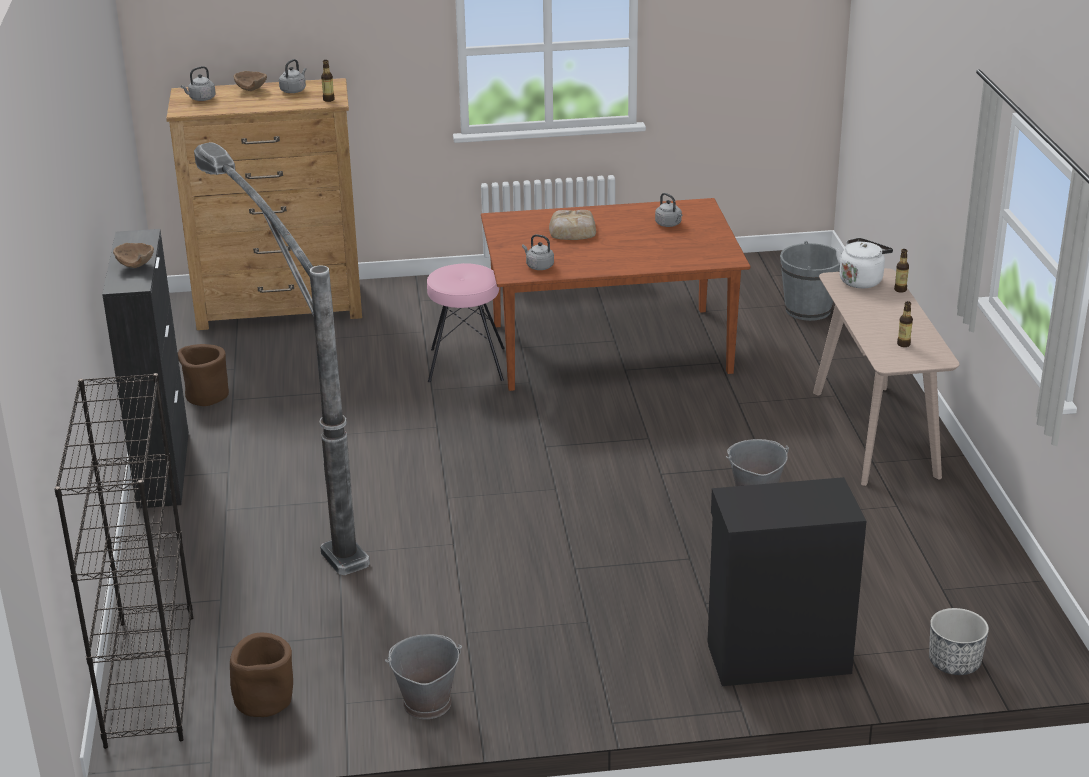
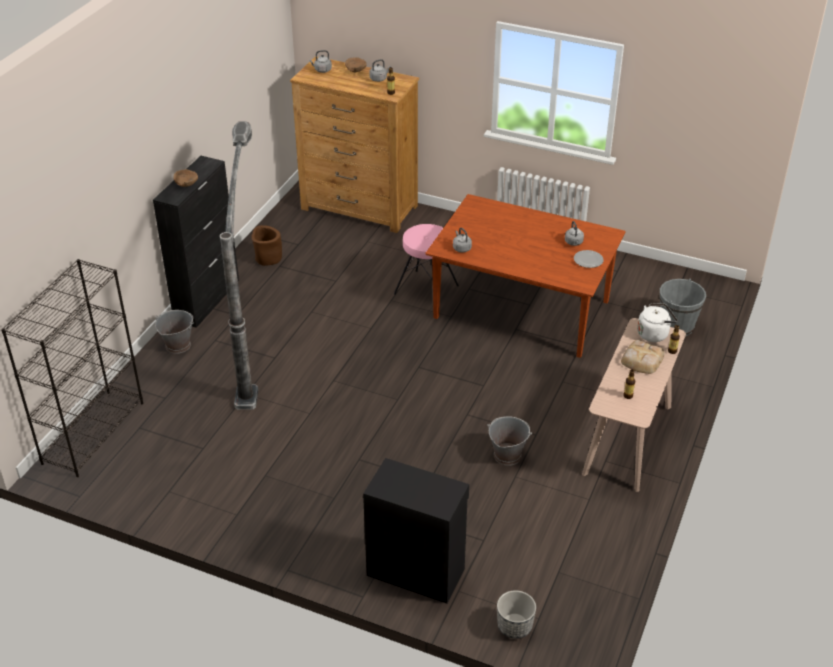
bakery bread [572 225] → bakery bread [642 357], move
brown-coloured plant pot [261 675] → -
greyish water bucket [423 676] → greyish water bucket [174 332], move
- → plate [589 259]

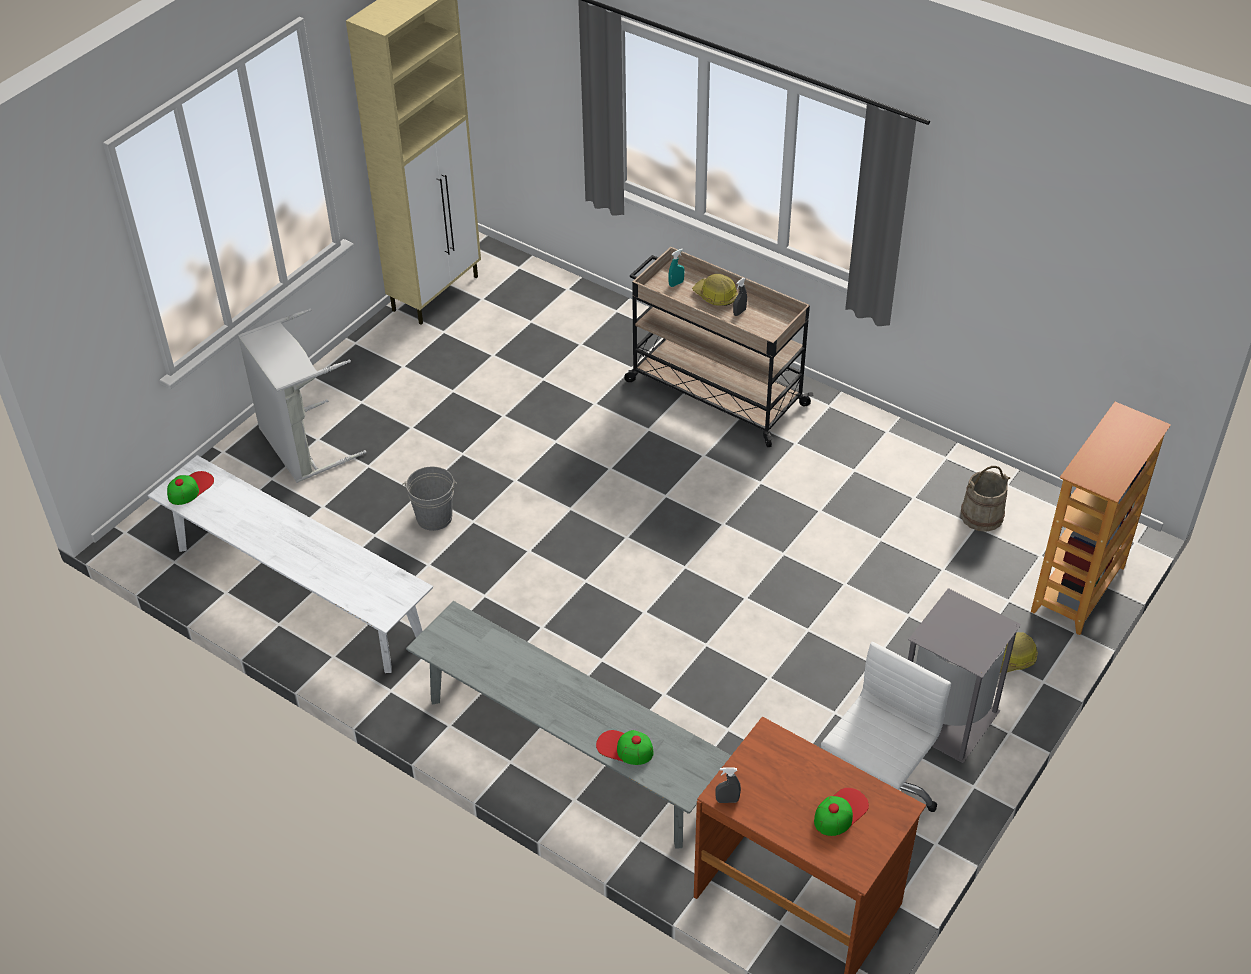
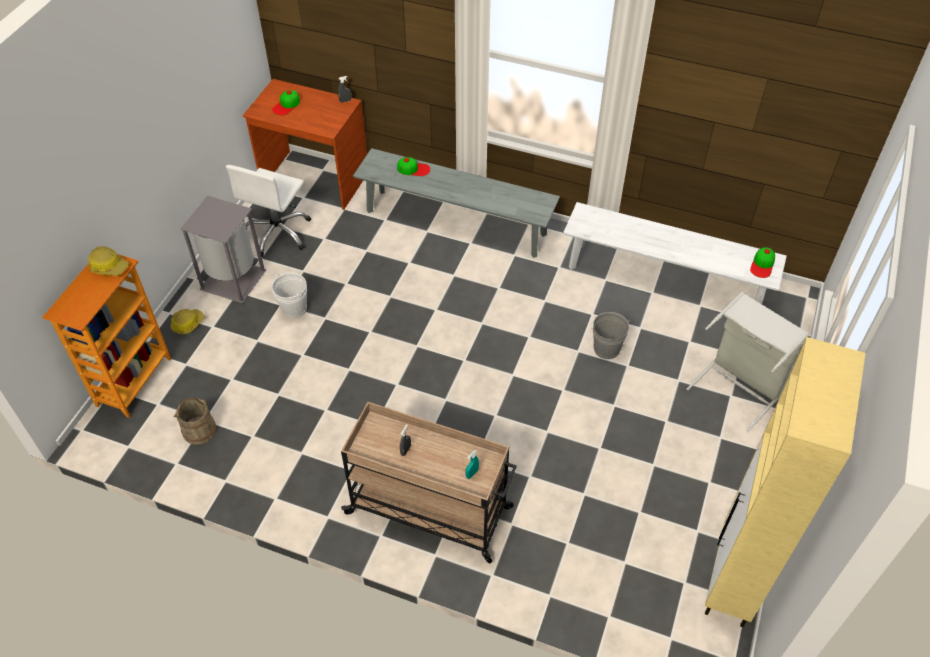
work helmet [715 290] → work helmet [108 261], move
- → white water bucket [289 295]

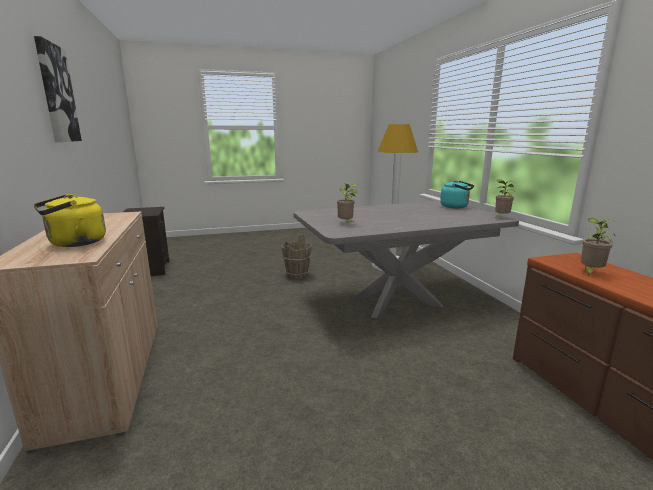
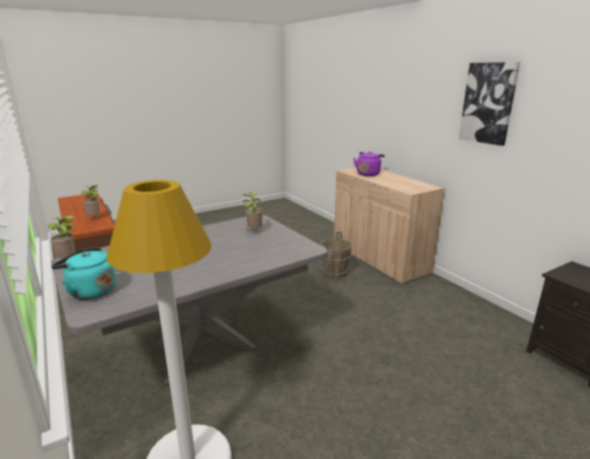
yellow-coloured kettle [70 220] → purple kettle [369 164]
brown-coloured water bucket [297 257] → brown-coloured water bucket [336 254], move

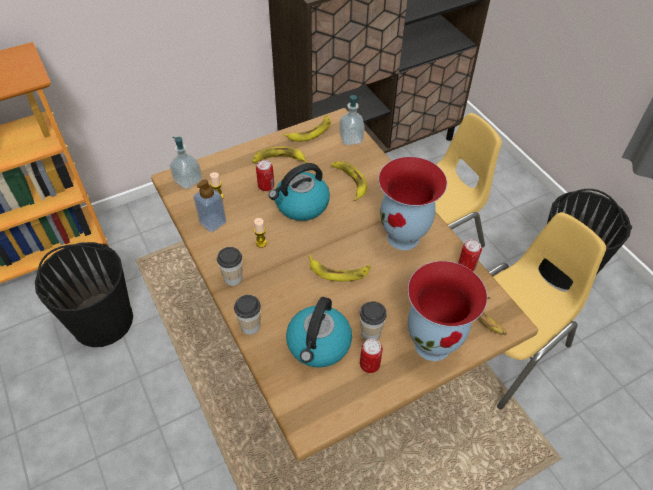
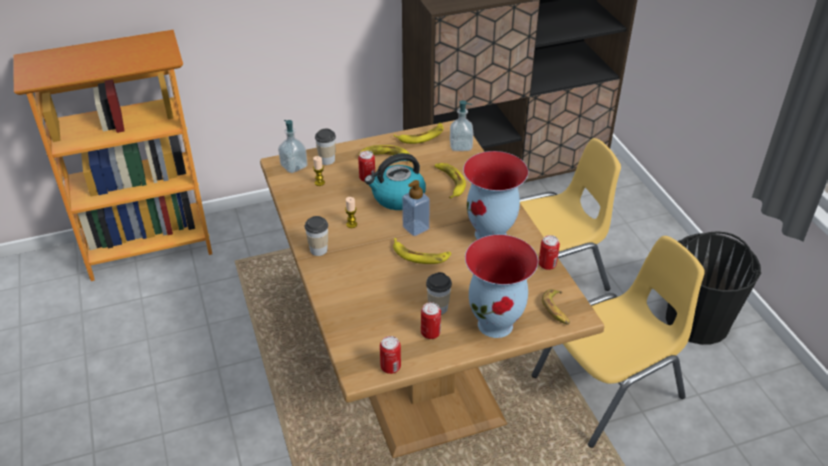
soap bottle [209 205] → soap bottle [416 208], move
black-coloured water bucket [84 294] → -
small cup [247 315] → small cup [325 147], move
kettle [319 332] → -
- → metal can [390 355]

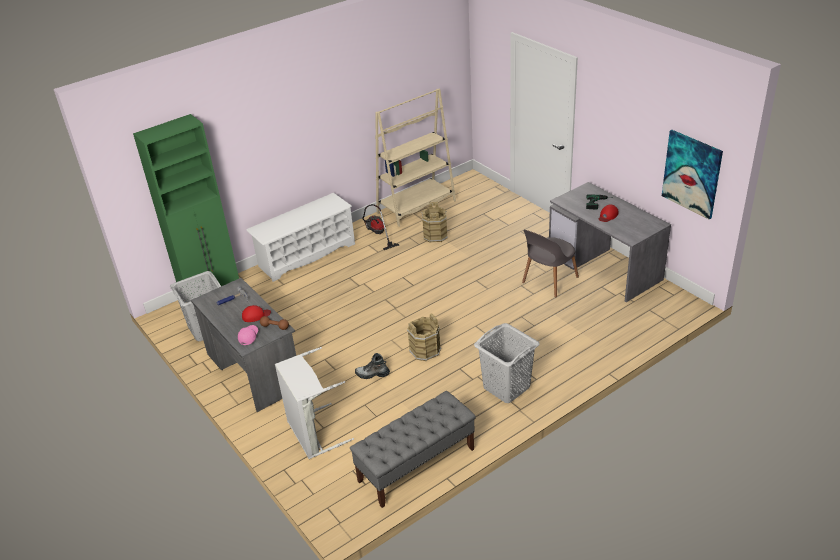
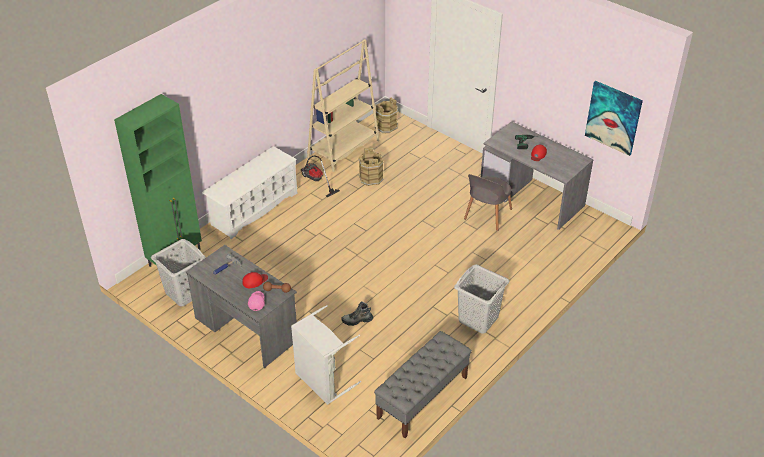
brown-coloured water bucket [424 337] → brown-coloured water bucket [386 116], move

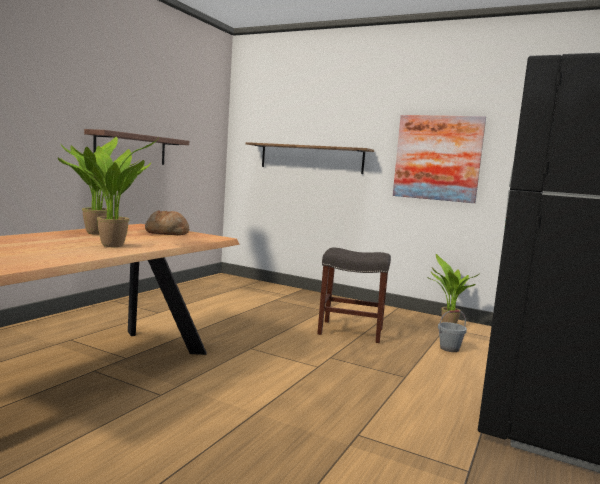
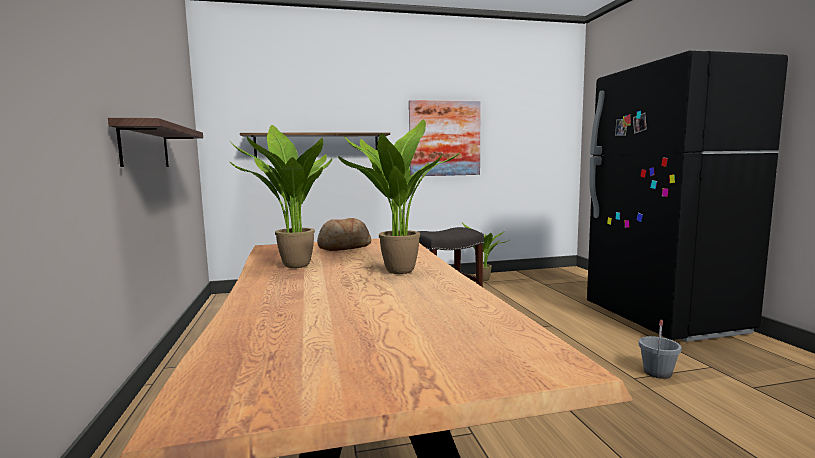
greyish water bucket [452 331] → greyish water bucket [660 349], move

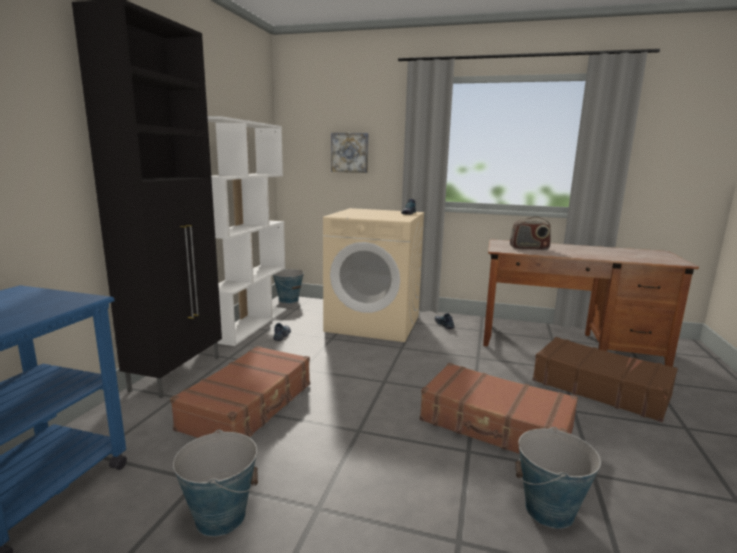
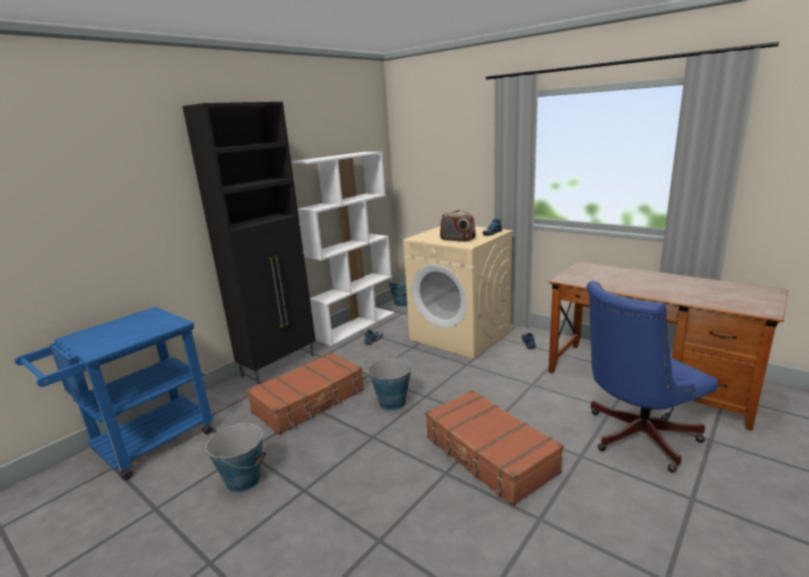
wall art [350 153] → -
radio set [530 233] → radio set [458 226], move
brown-coloured piece of luggage [605 379] → bluish desk chair [652 377]
water bucket [558 478] → water bucket [389 384], move

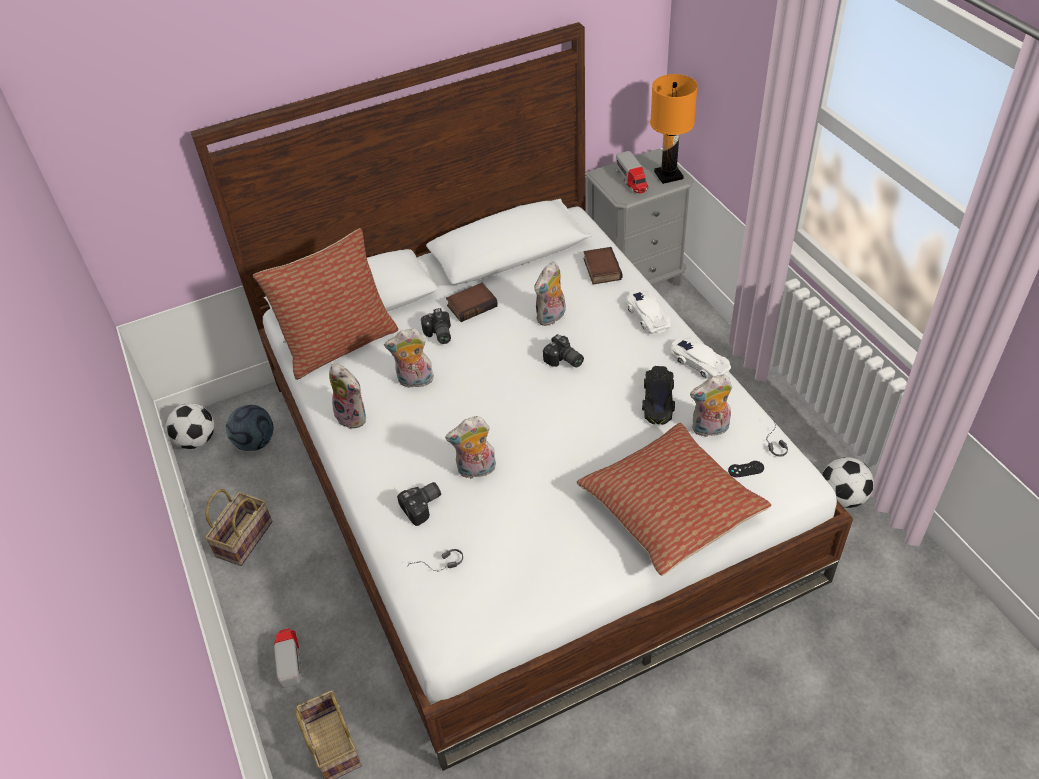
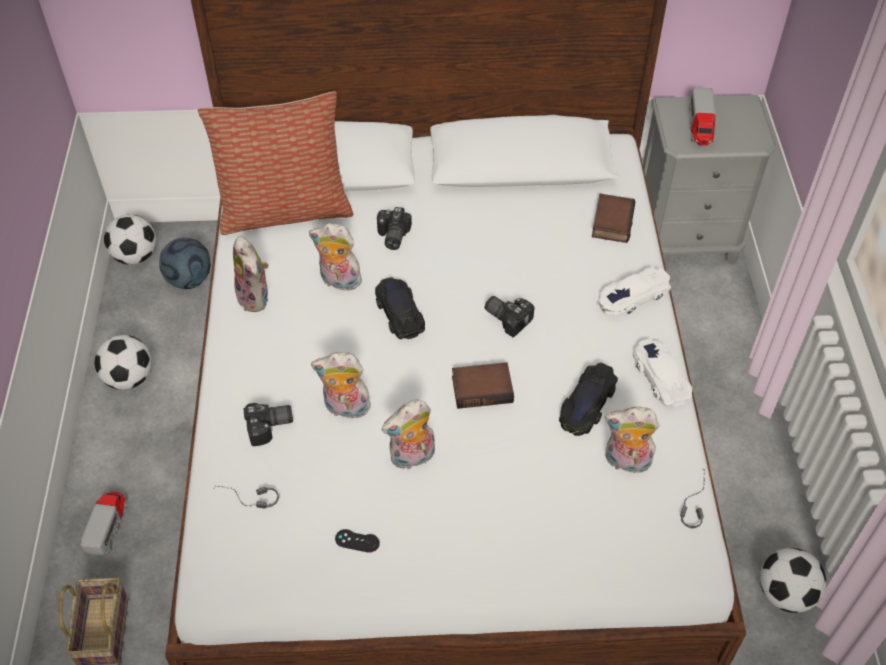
orange lamp for a table [674 129] → -
soft toy [550 294] → soft toy [408 434], move
bound book [472 302] → bound book [483 385], move
white toy car [648 312] → white toy car [634 292], 120 degrees counterclockwise
still camera [563 351] → still camera [510 317], 150 degrees clockwise
pillow [673 499] → -
black-coloured game controller [746 469] → black-coloured game controller [357 541], move
basket [238 527] → football [123 362]
- → black-coloured toy car [400 308]

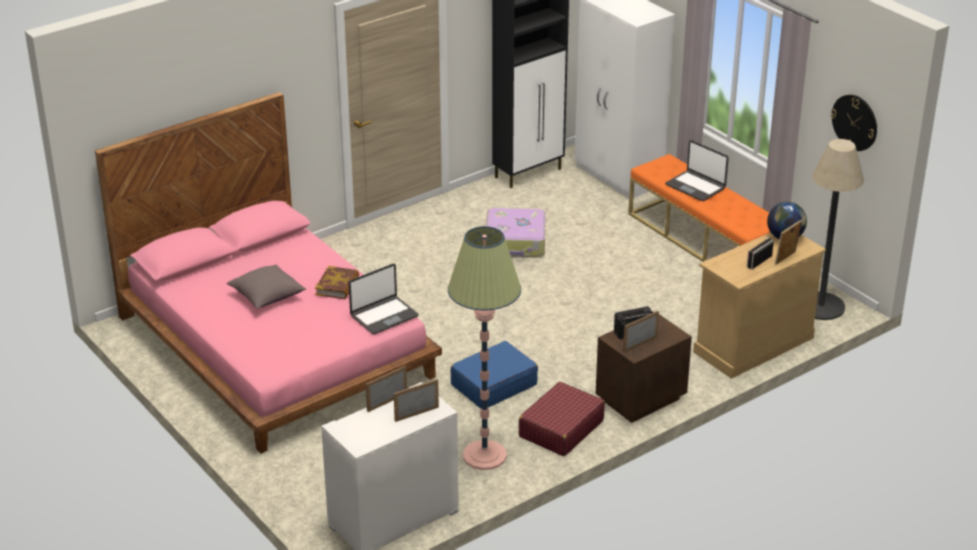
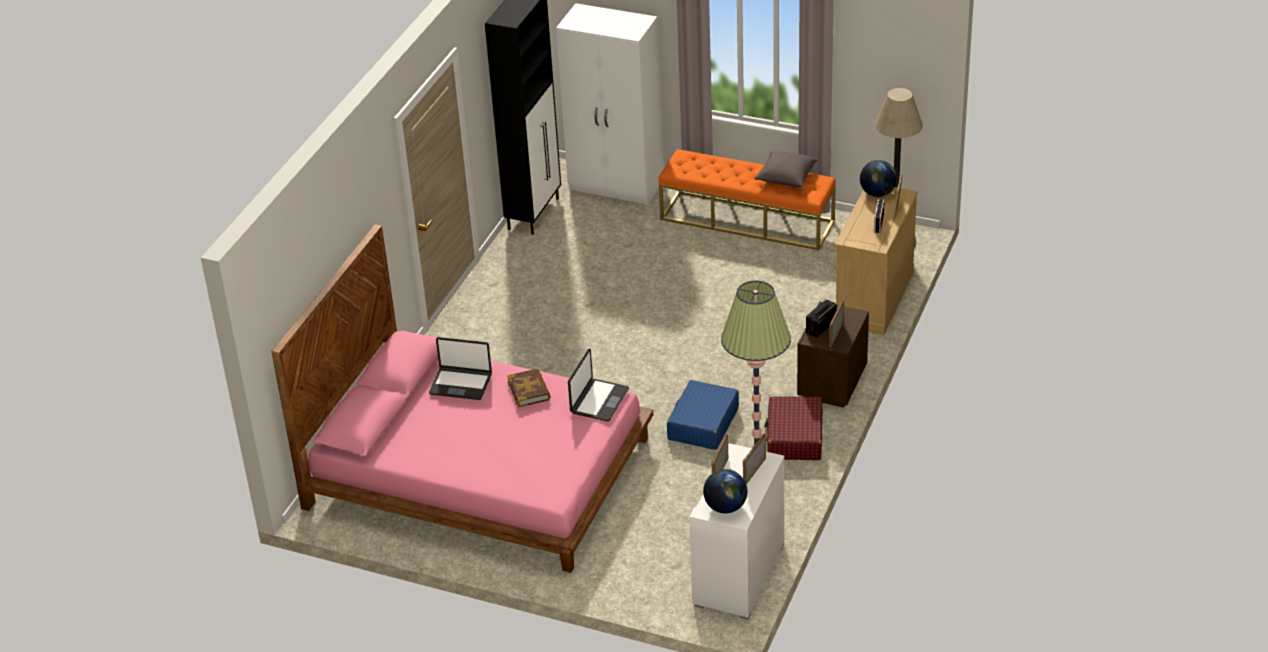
wall clock [854 122] → -
laptop [697 170] → laptop [460 368], move
piece of luggage [516 232] → -
greyish pillow [266 286] → greyish pillow [786 169], move
- → desk globe [725 491]

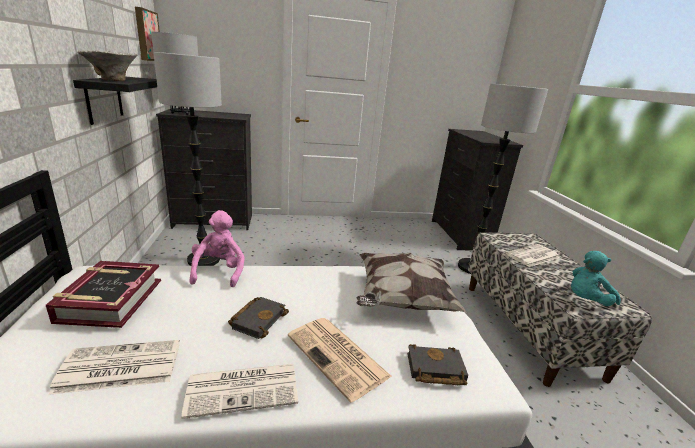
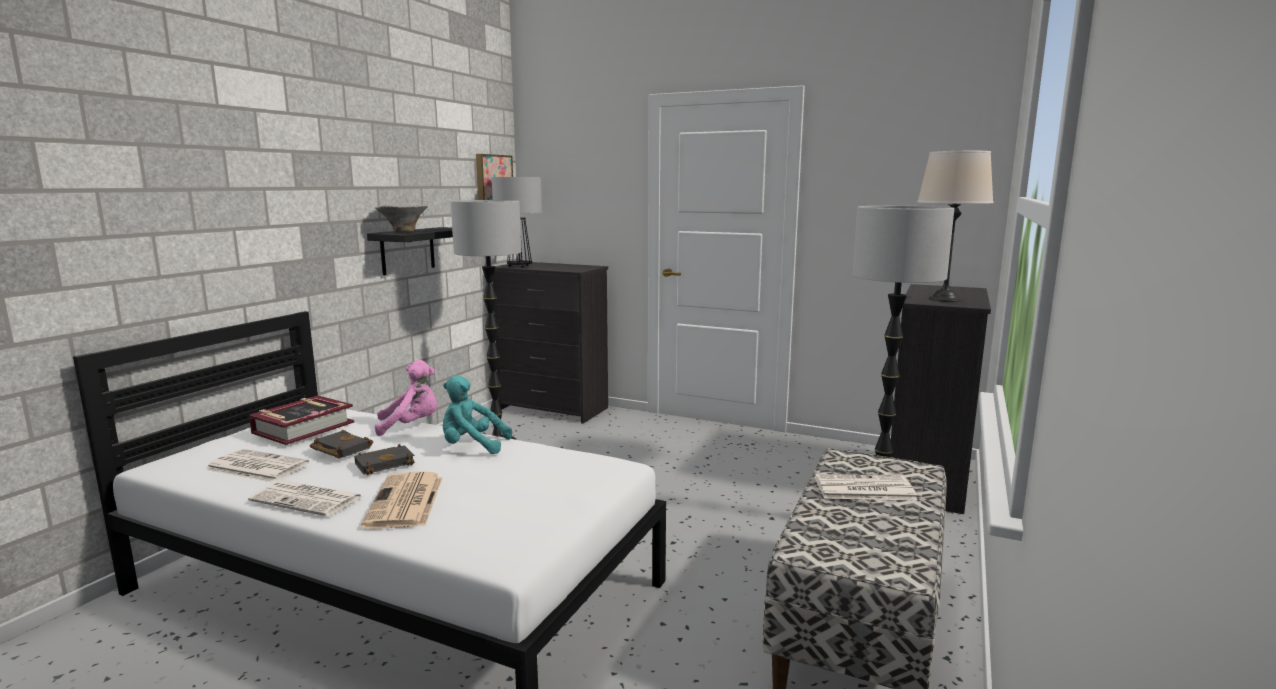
pinkish soft toy [217 248] → pinkish soft toy [406 398], 45 degrees clockwise
turquoise soft toy [596 278] → turquoise soft toy [477 414], move
pillow [412 282] → -
black-coloured bound book [437 364] → black-coloured bound book [341 444], move
- → beige lamp for a table [955 226]

